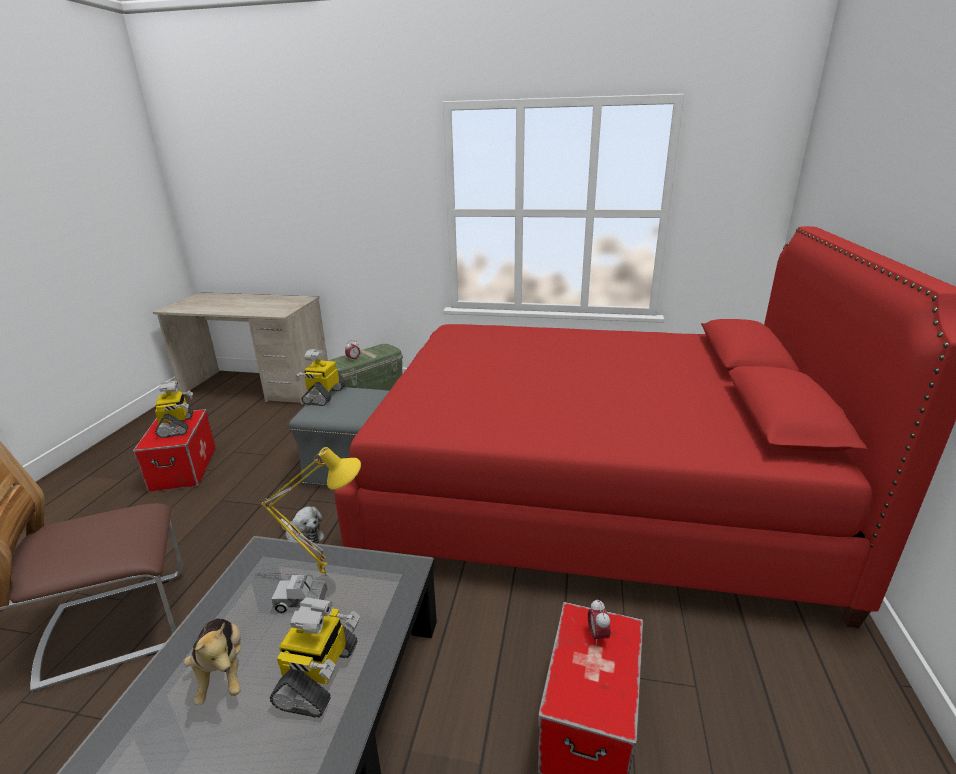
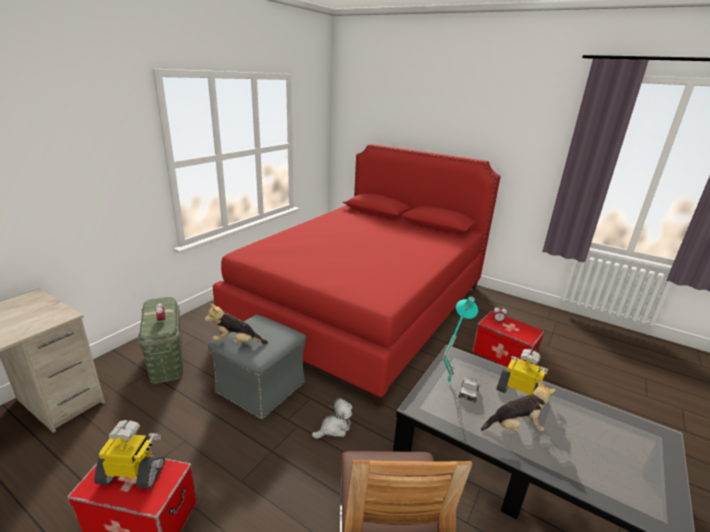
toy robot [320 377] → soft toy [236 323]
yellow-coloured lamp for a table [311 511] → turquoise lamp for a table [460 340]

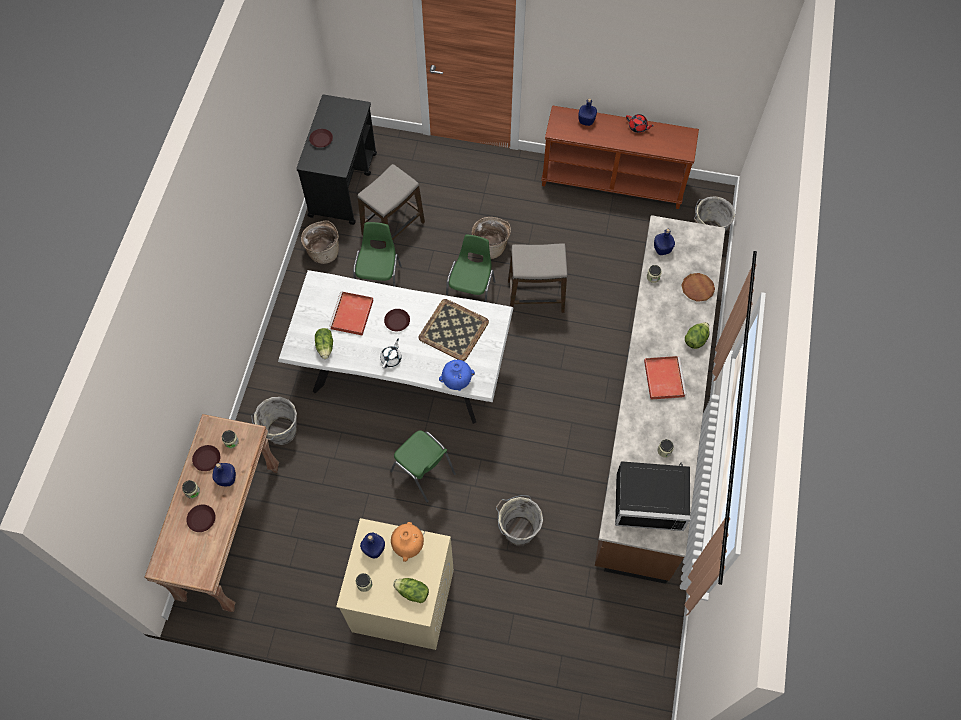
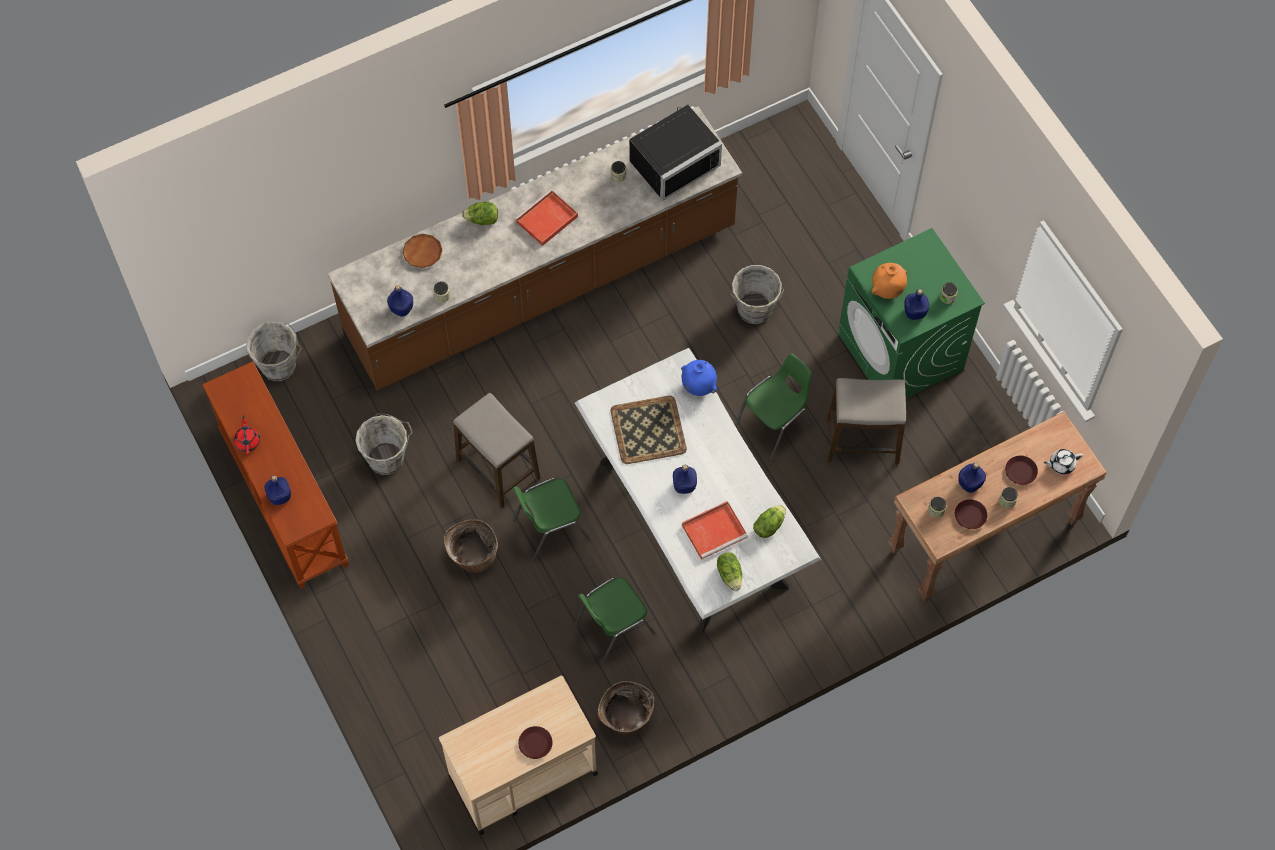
black-coloured cart [336 159] → beige cart [518 755]
stool [391 205] → stool [866 421], move
brown-coloured plate [397 320] → bluish drink bottle [685 479]
white tea pot [391 353] → white tea pot [1063 461], move
greyish water bucket [274 421] → greyish water bucket [384 444], move
green upright chair [423 466] → green upright chair [774 407], 45 degrees clockwise
black-coloured microwave [652 496] → black-coloured microwave [675 152], 90 degrees clockwise
beige washing machine [395 584] → green washing machine [911 313]
lettuce [411 590] → lettuce [729 571], move

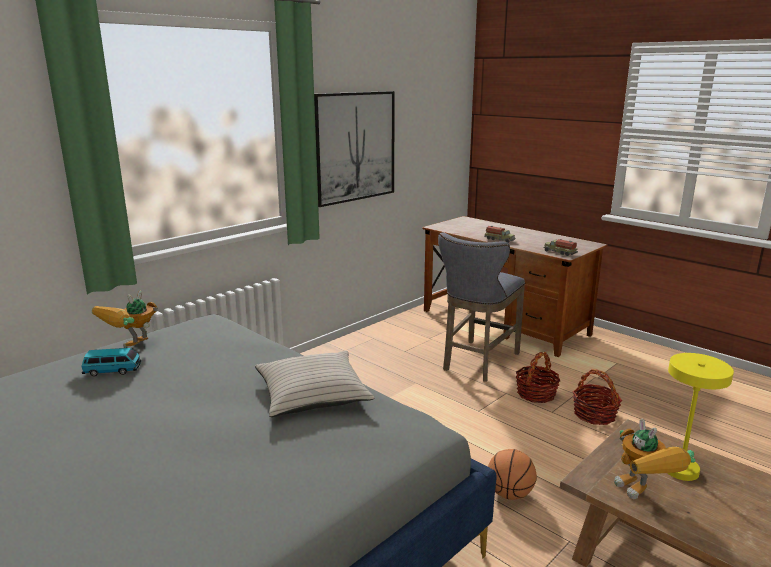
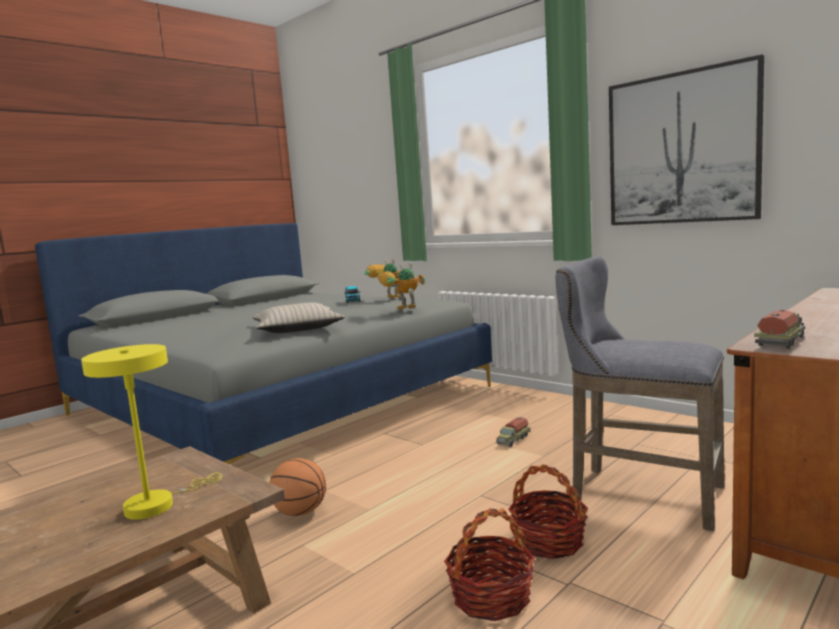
model truck [499 234] → model truck [513 432], move
toy robot [655 459] → toy robot [401 286], move

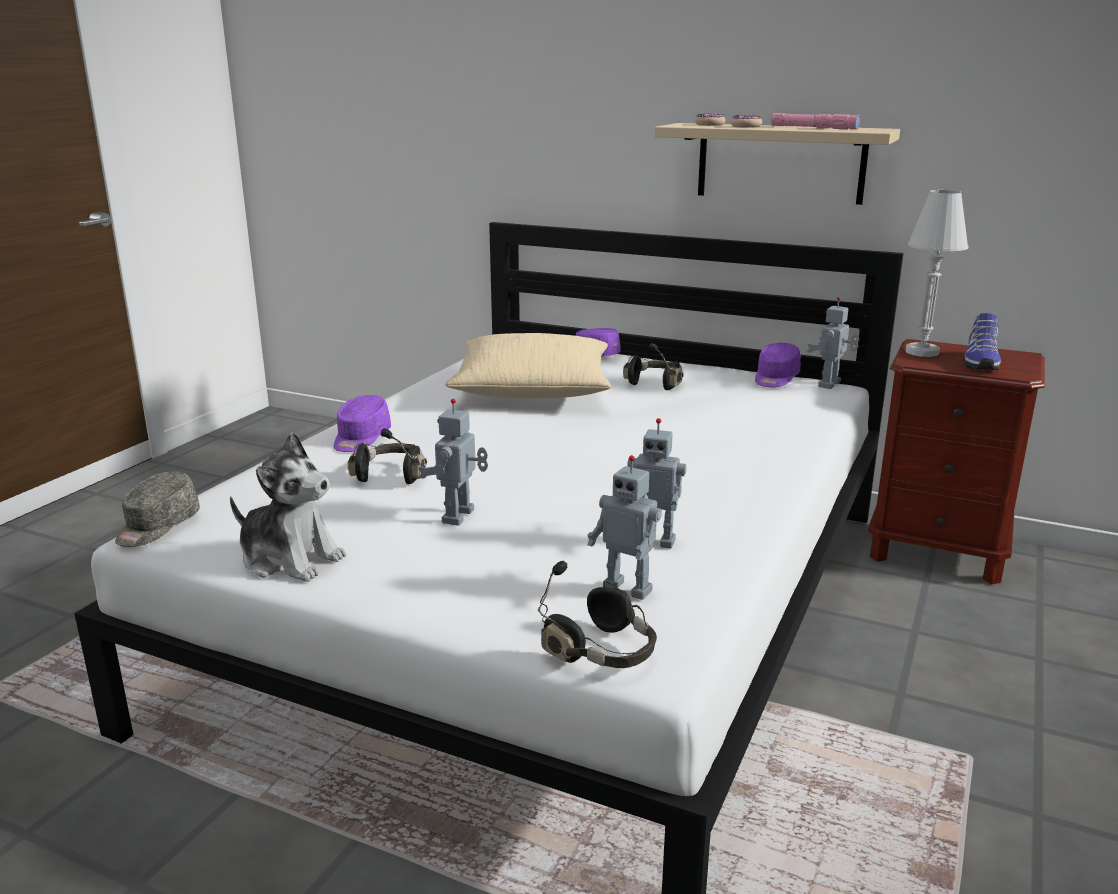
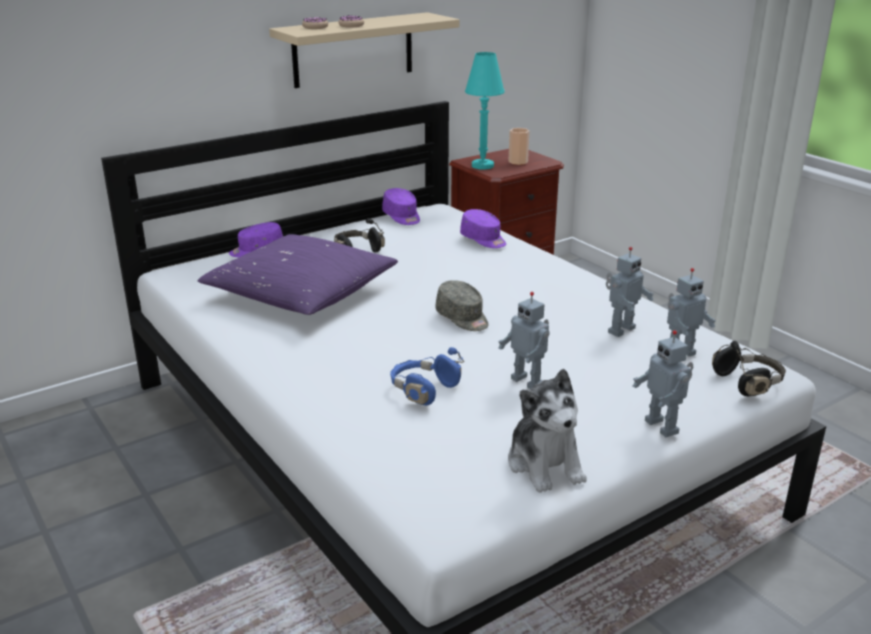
pinkish hand torch [816 121] → -
white lamp for a table [936 273] → turquoise lamp for a table [485 111]
toy robot [833 343] → toy robot [663 383], move
item of footwear [982 342] → small cup [519 146]
beige pillow [528 365] → purple pillow [298 274]
purple cap [362 423] → purple cap [483 228], move
black-coloured headphones [387 456] → bluish headphones [427 376]
soft toy [288 507] → soft toy [547 431], 105 degrees clockwise
greyish cap [157 509] → greyish cap [462 305], move

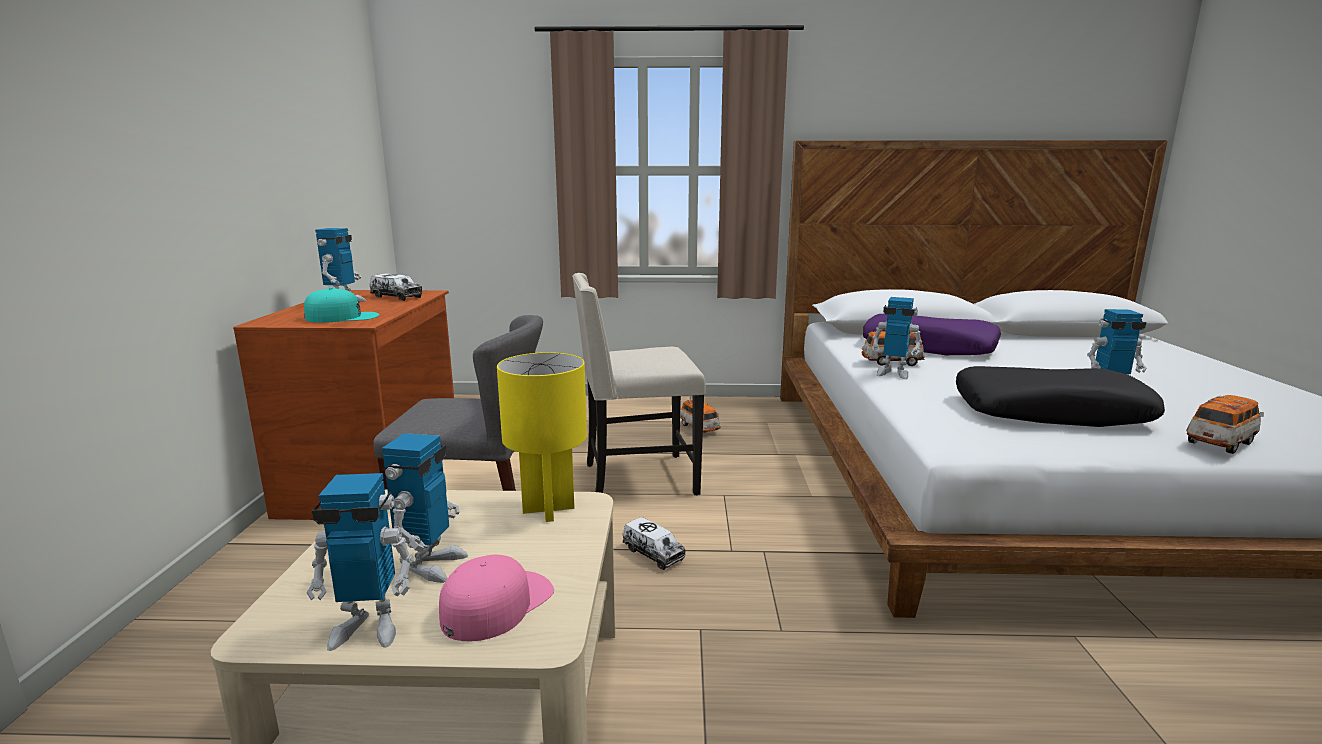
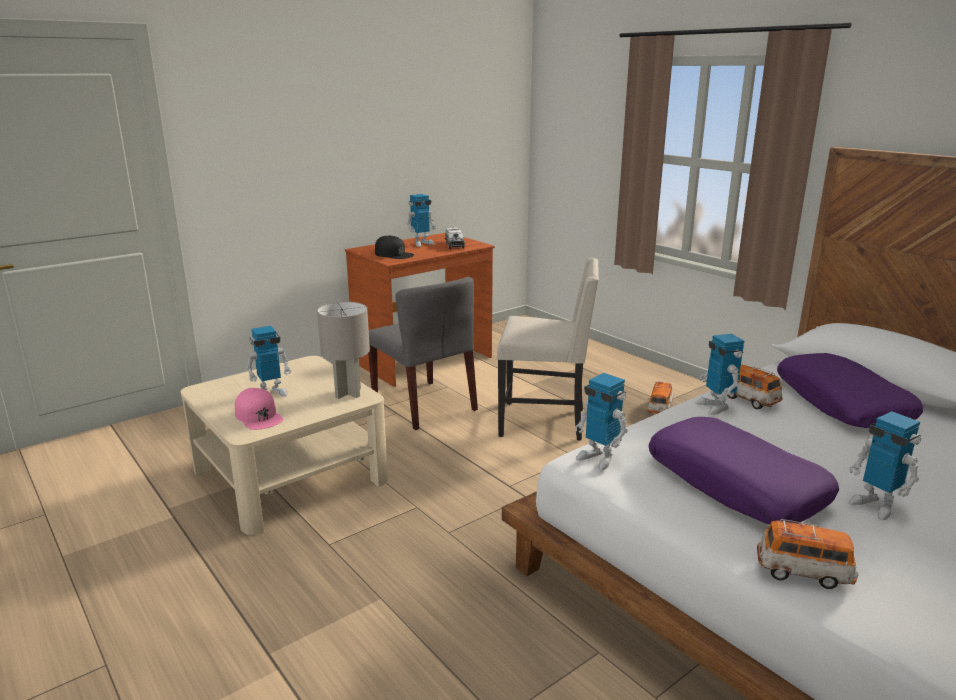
beige upright chair [639 384] → beige upright chair [548 349], 150 degrees clockwise
turquoise cap [341 305] → black-coloured cap [394 247]
yellow-coloured lamp for a table [542 437] → greyish lamp for a table [343 350]
black-coloured pillow [1060 396] → purple pillow [744 470]
toy robot [360 562] → toy robot [601 422], move
model truck [654 543] → -
pinkish cap [496 598] → pinkish cap [259 409], 60 degrees clockwise

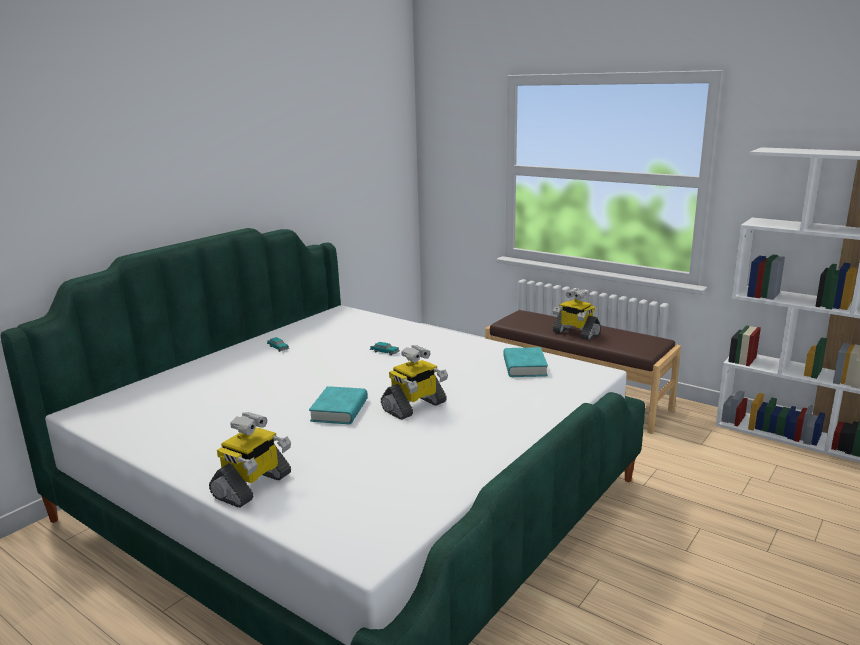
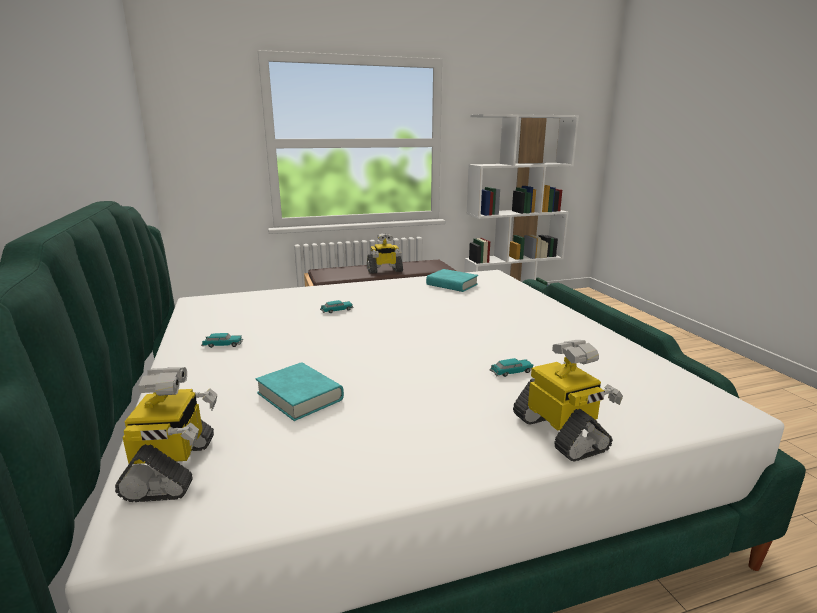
toy robot [414 382] → toy robot [166 434], move
turquoise bound book [338 405] → turquoise bound book [300 392], move
- → toy car [511 367]

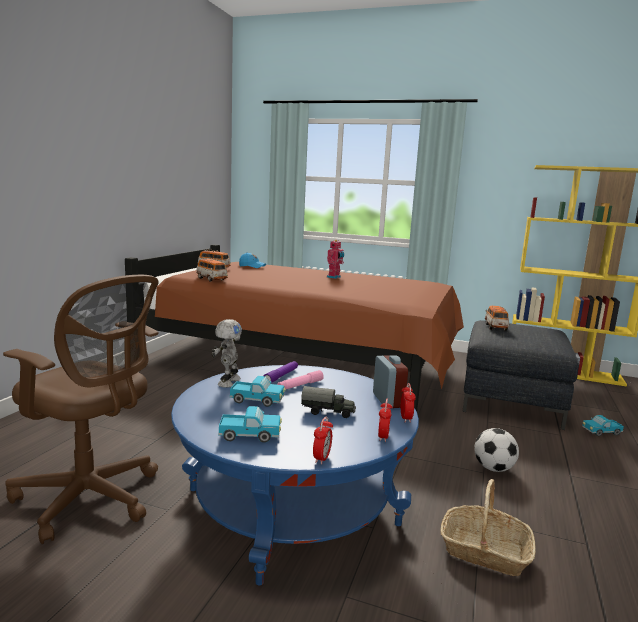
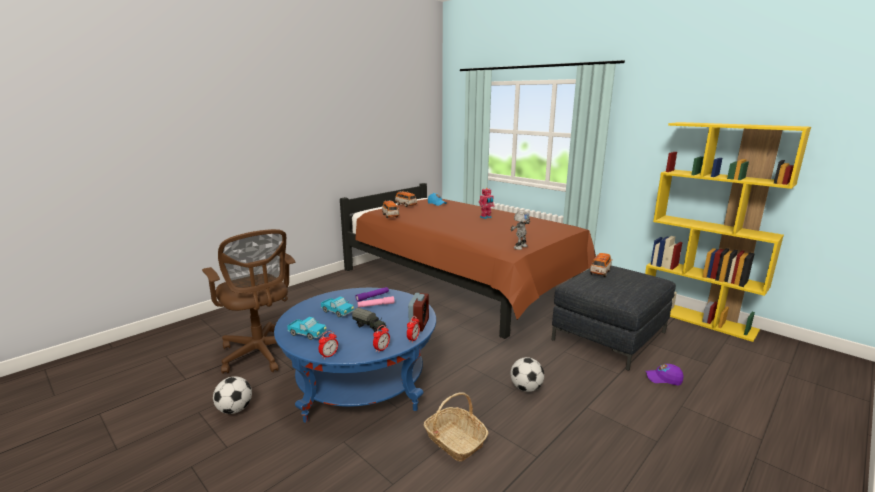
toy robot [226 353] → toy robot [520 230], move
model truck [603 425] → purple cap [664 375]
- → football [232 395]

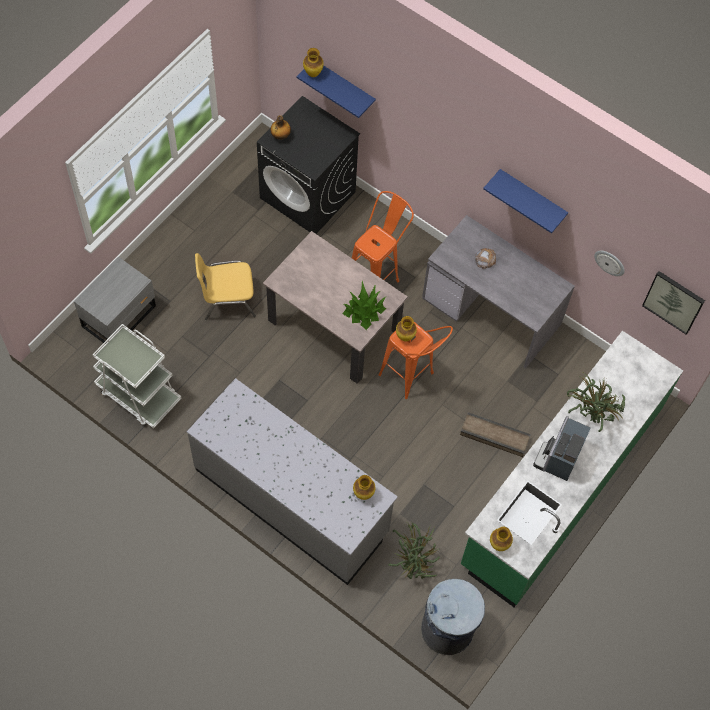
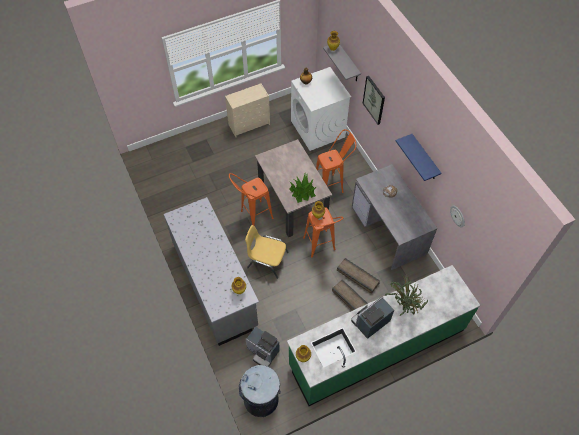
bluish shelf [336 91] → greyish shelf [342 62]
black-coloured washing machine [308 165] → white washing machine [321 109]
yellow-coloured upright chair [225 286] → yellow-coloured upright chair [266 252], move
greyish night table [115 300] → -
wall art [673 303] → wall art [374 100], move
white cart [137 376] → -
houseplant [414 550] → coffee machine [262 347]
- → beige dresser [247 110]
- → orange stool [251 199]
- → packing crate [358 276]

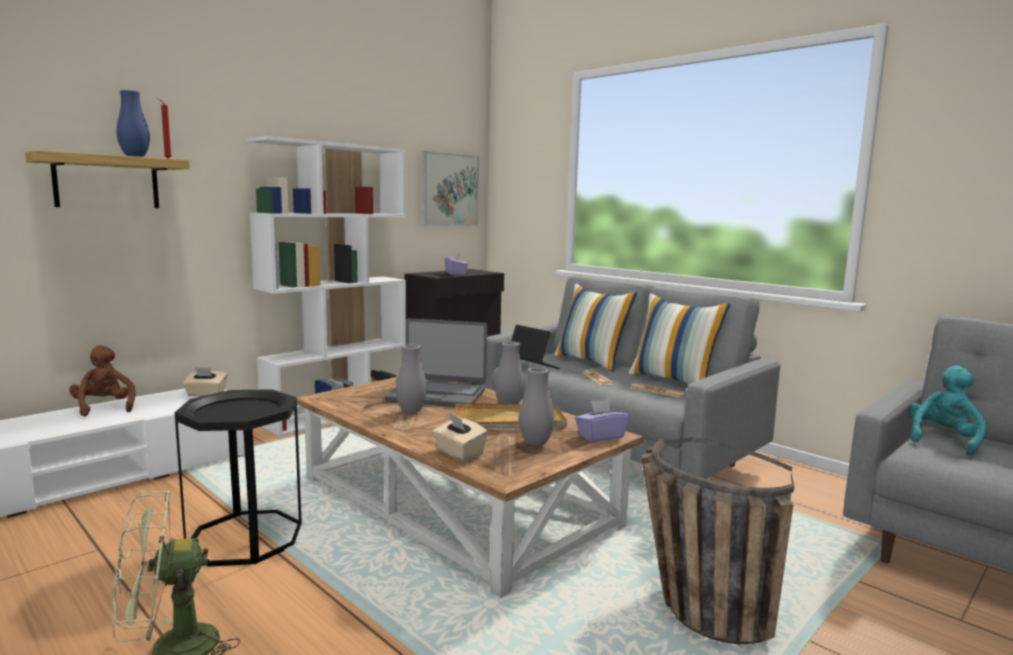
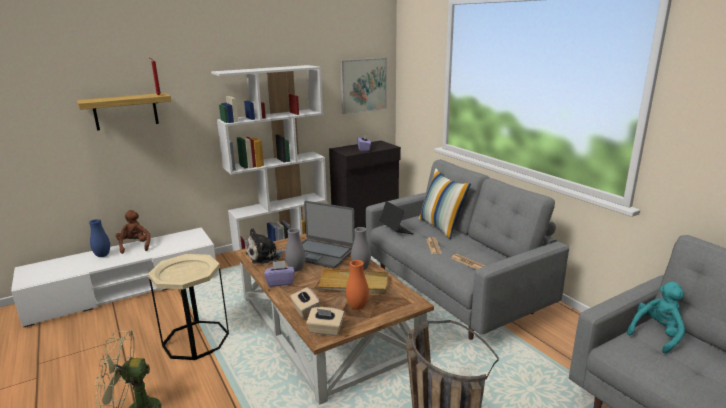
bluish decorative vase [133 123] → bluish decorative vase [99 238], move
pillow [679 339] → -
greyish decorative vase [537 406] → orange decorative vase [357 285]
beige tissue holder [205 382] → beige tissue holder [325 321], move
black-coloured side table [238 478] → beige side table [188 307]
purple tissue holder [602 420] → purple tissue holder [279 274], move
- → soft toy [266 246]

